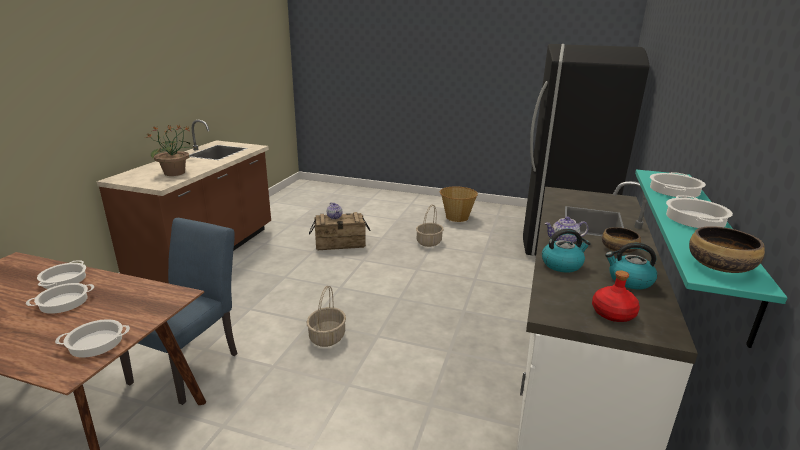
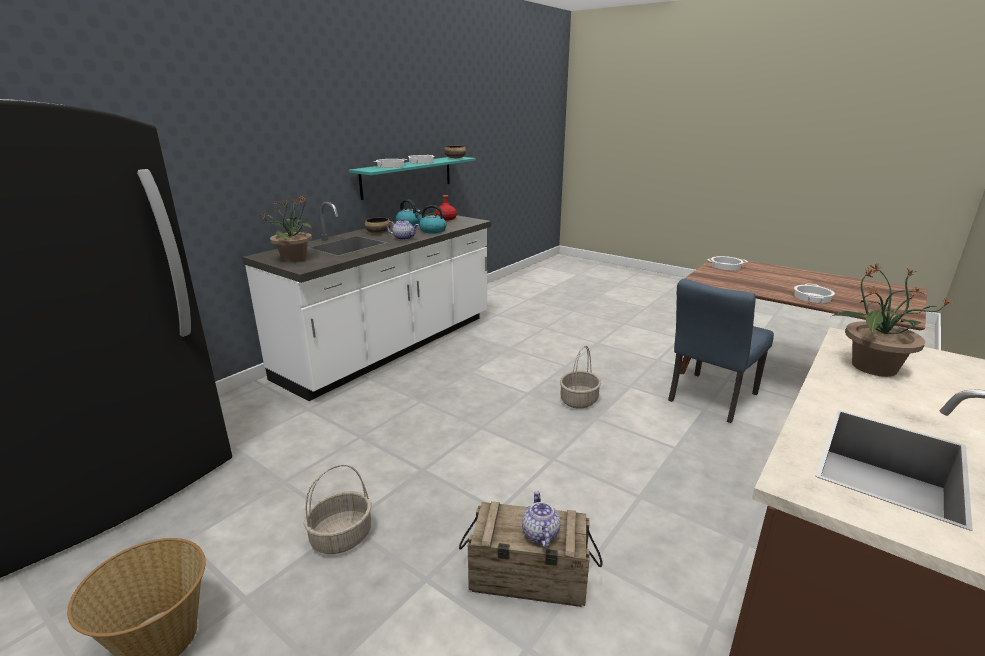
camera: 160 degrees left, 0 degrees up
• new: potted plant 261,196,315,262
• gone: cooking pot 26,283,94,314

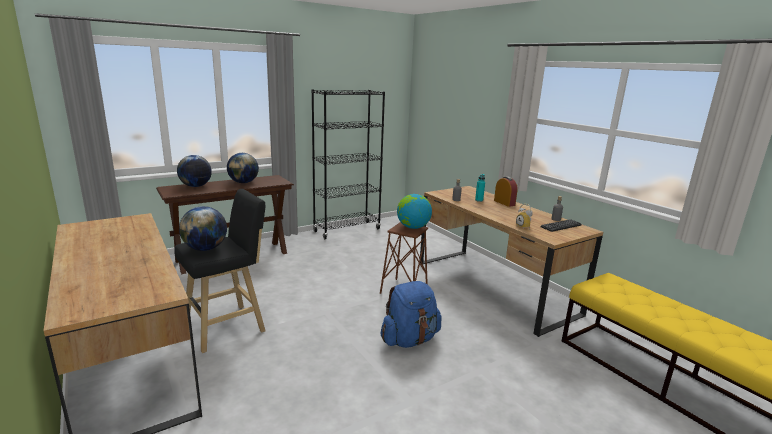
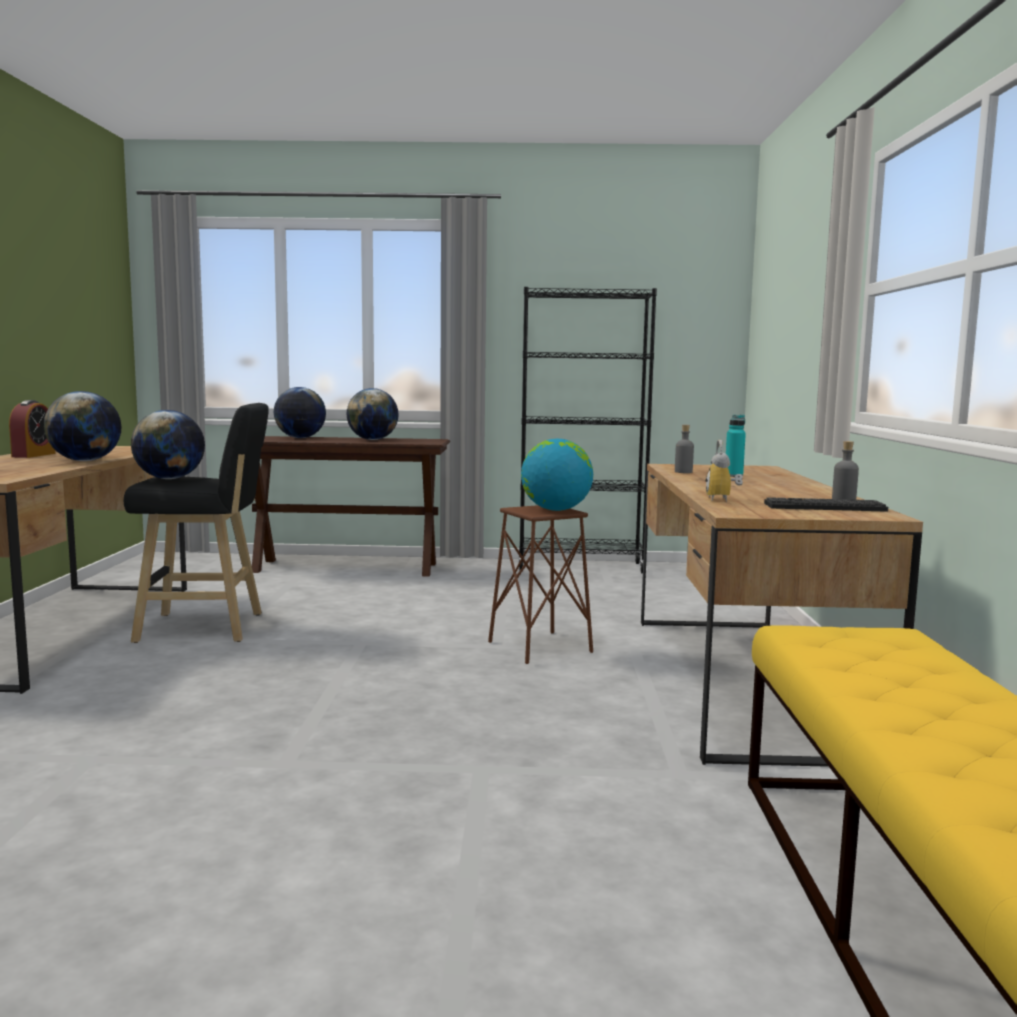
camera: 35 degrees right, 10 degrees down
• shifted: alarm clock 494,177,518,207 to 9,400,55,458
• new: globe 44,391,121,461
• gone: blue backpack 381,281,442,348

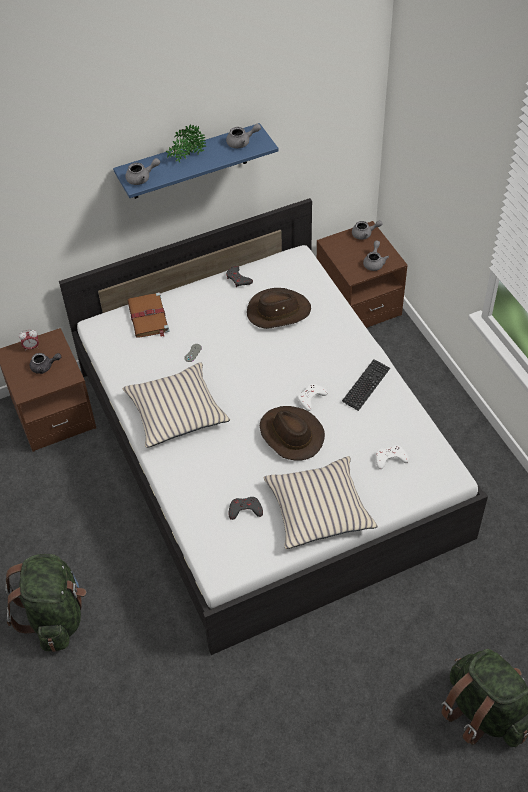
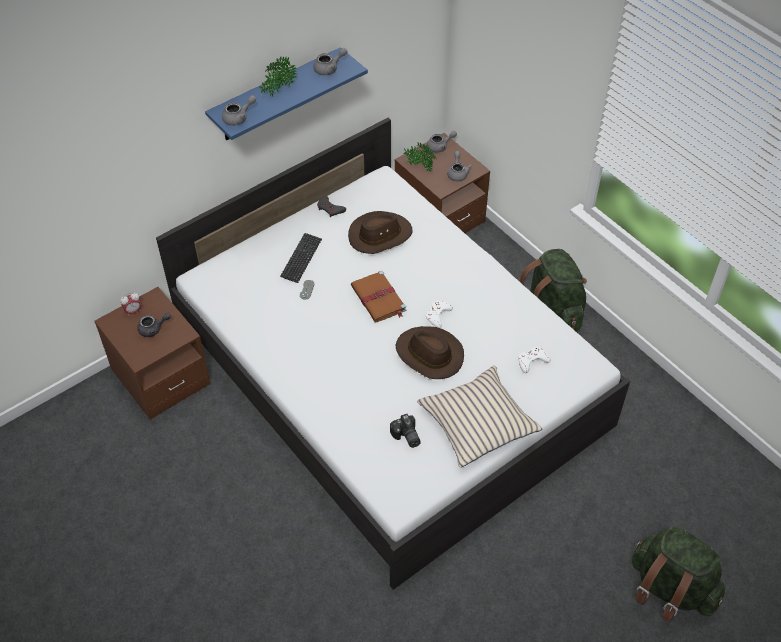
camera: 15 degrees left, 0 degrees up
• shifted: keyboard 342,359,390,411 to 280,233,322,283
• shifted: brown book 127,292,170,338 to 351,271,406,322
• swapped: grey game controller 229,497,263,520 to photo camera 390,414,421,448
• new: potted plant 403,143,436,172
• shifted: green backpack 5,554,86,652 to 519,249,587,331
• gone: beige pillow 123,362,230,448

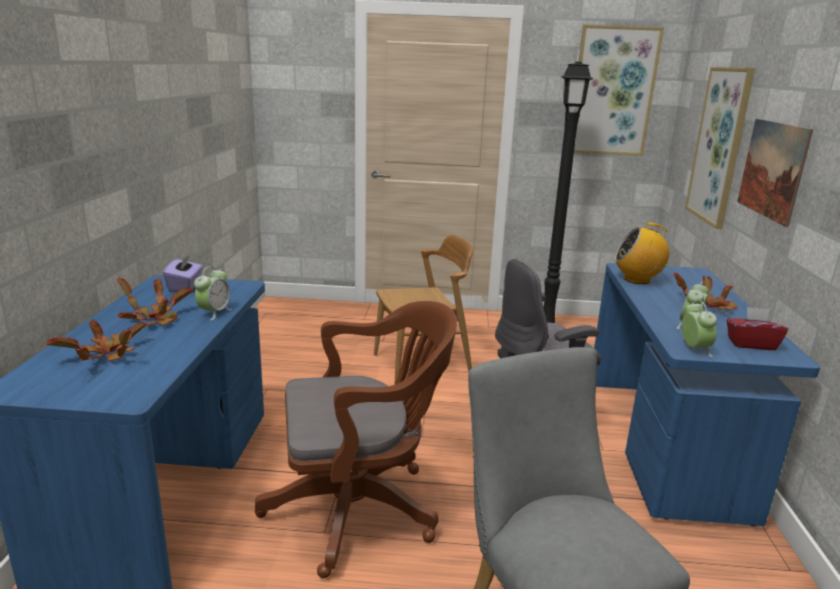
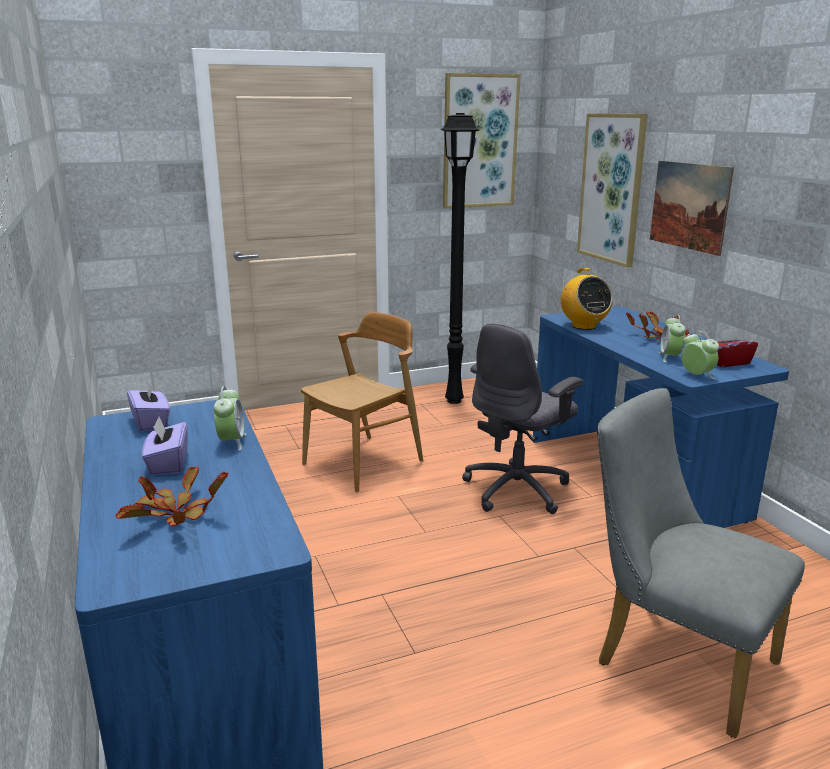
camera: 25 degrees left, 0 degrees up
• swapped: potted plant 117,278,194,326 to purple tissue box 142,417,188,475
• rotated: radio 614,223,669,284 = 561,268,613,330 90 degrees counterclockwise
• gone: brown office chair 255,301,457,578

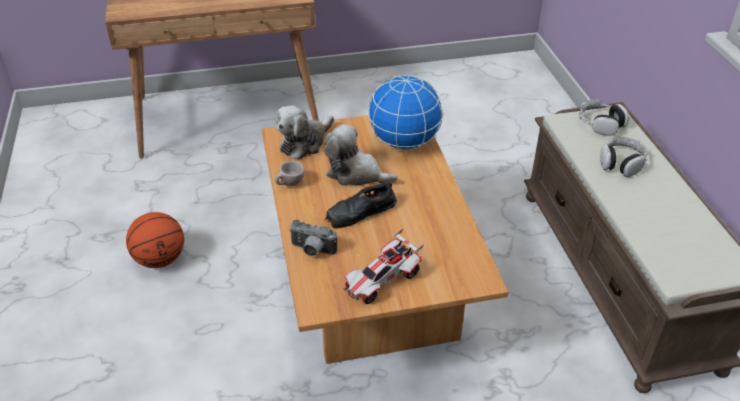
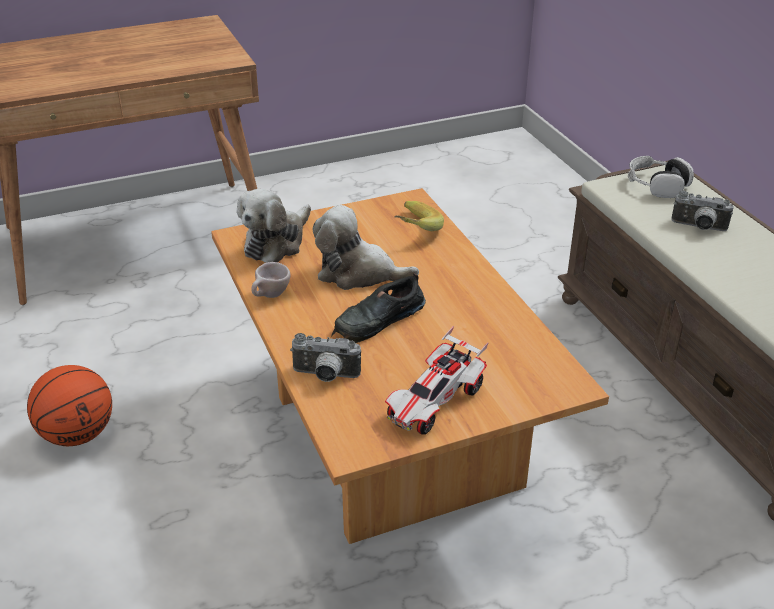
camera: 10 degrees left, 5 degrees down
• swapped: globe 368,75,443,150 to banana 395,201,444,231
• swapped: headphones 600,136,648,177 to photo camera 671,191,734,231

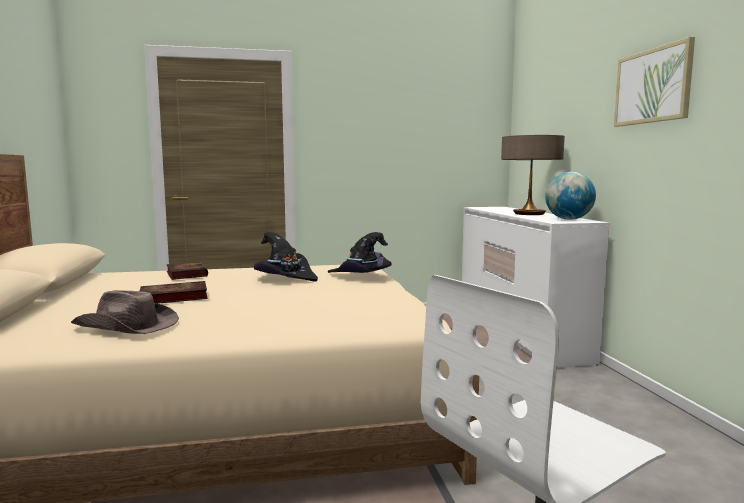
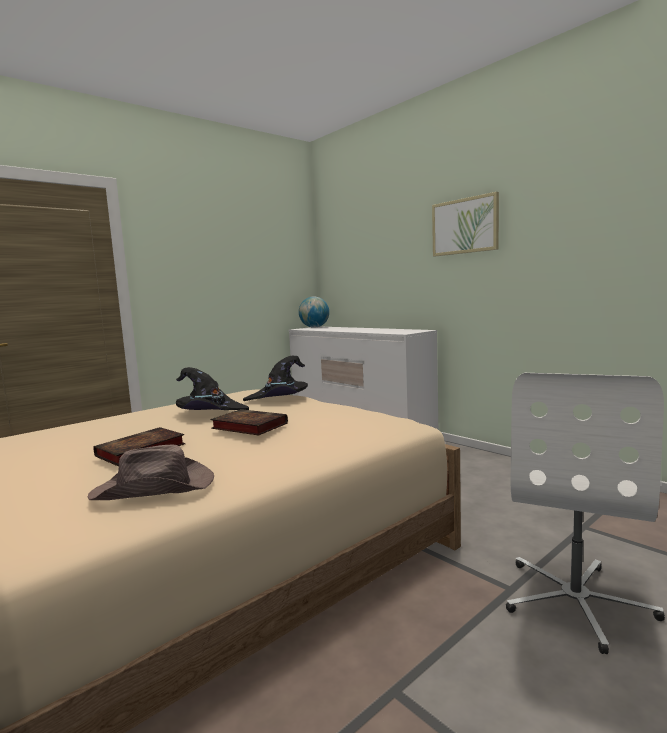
camera: 30 degrees left, 0 degrees up
• shifted: book 166,262,208,280 to 210,409,288,436
• shifted: globe 545,172,596,220 to 299,296,329,328
• gone: table lamp 501,135,565,215

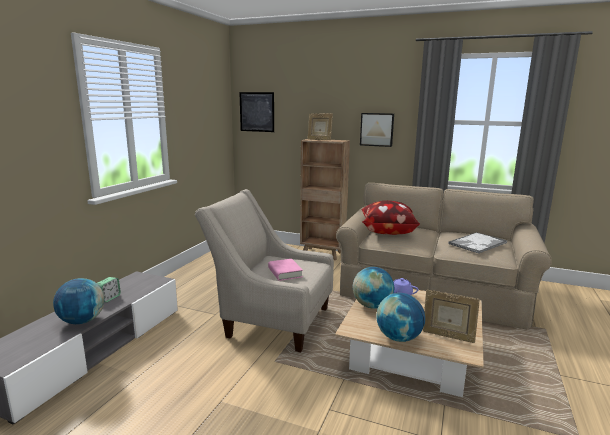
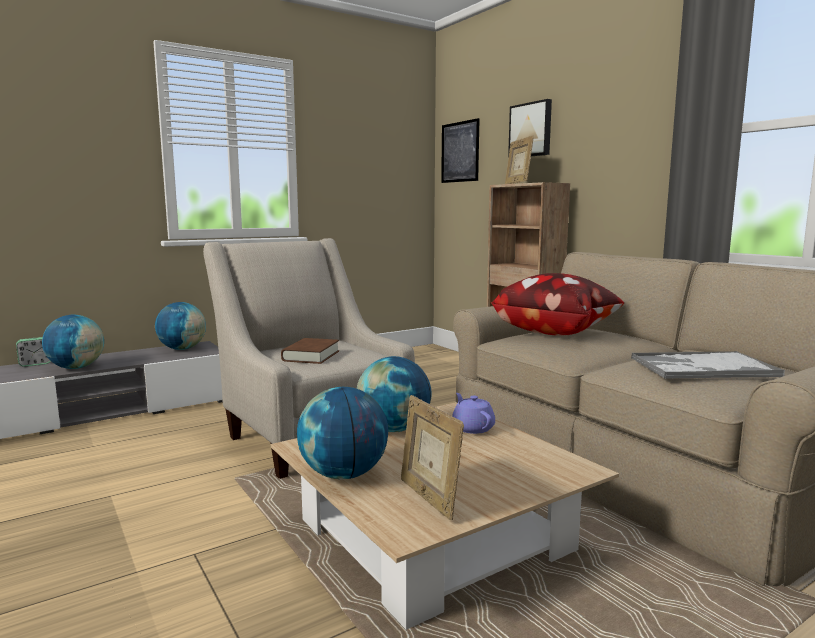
camera: 35 degrees right, 5 degrees down
• shifted: alarm clock 97,277,121,302 to 16,337,51,367
• new: globe 155,302,206,350
• repainted: pink book 268,259,303,281 to brown book 281,338,339,364
• shifted: picture 360,113,394,147 to 508,99,552,158

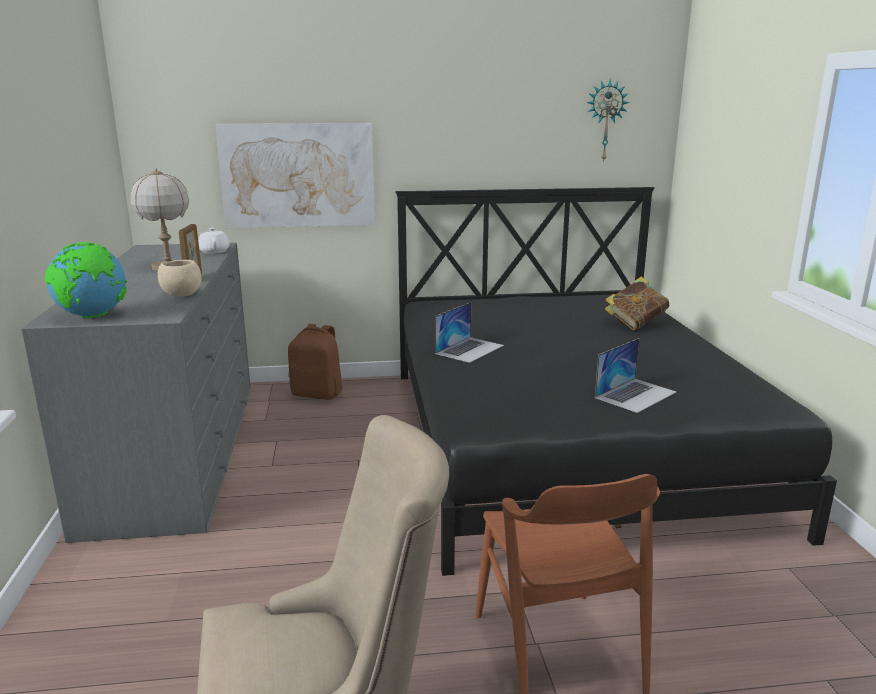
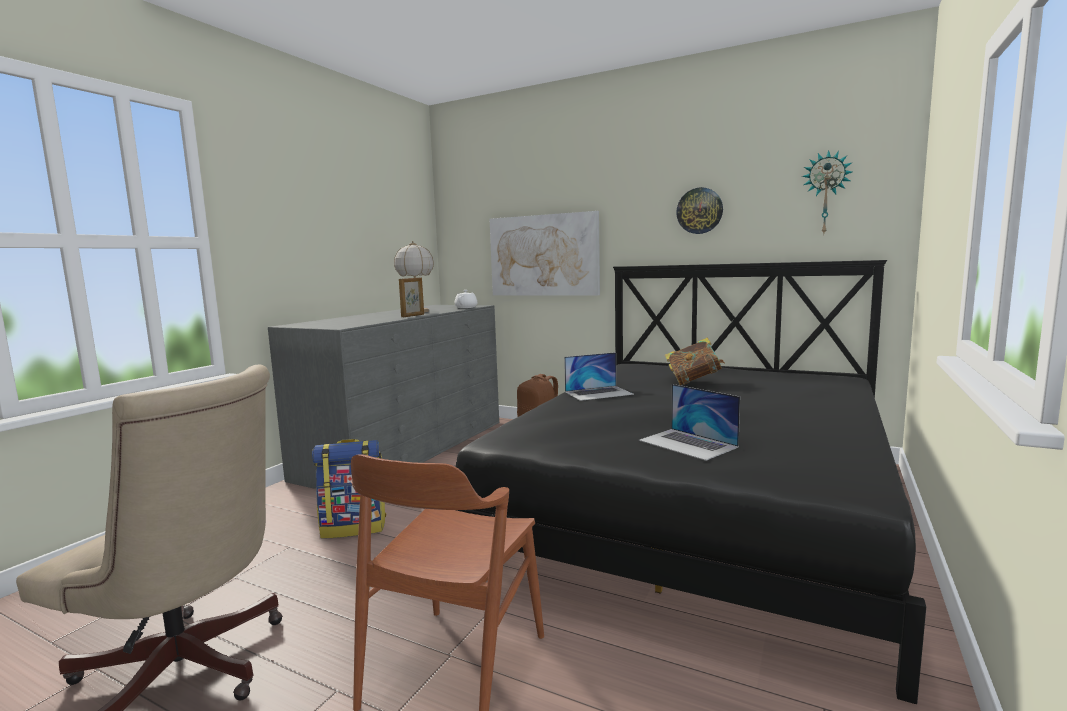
camera: 35 degrees right, 10 degrees down
• new: backpack 312,439,387,538
• rotated: laptop 595,338,677,413 = 639,384,740,461 60 degrees clockwise
• shifted: book 605,277,669,331 to 665,338,725,385
• new: wall clock 676,187,723,234
• gone: globe 45,242,127,318
• gone: beige bowl 158,260,201,297

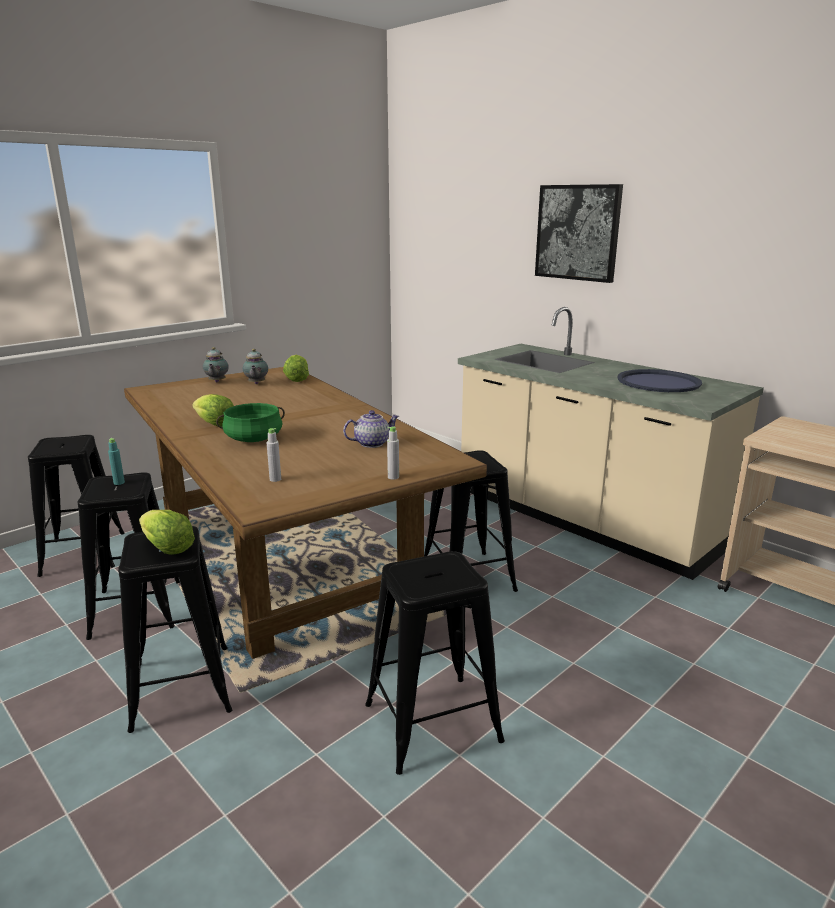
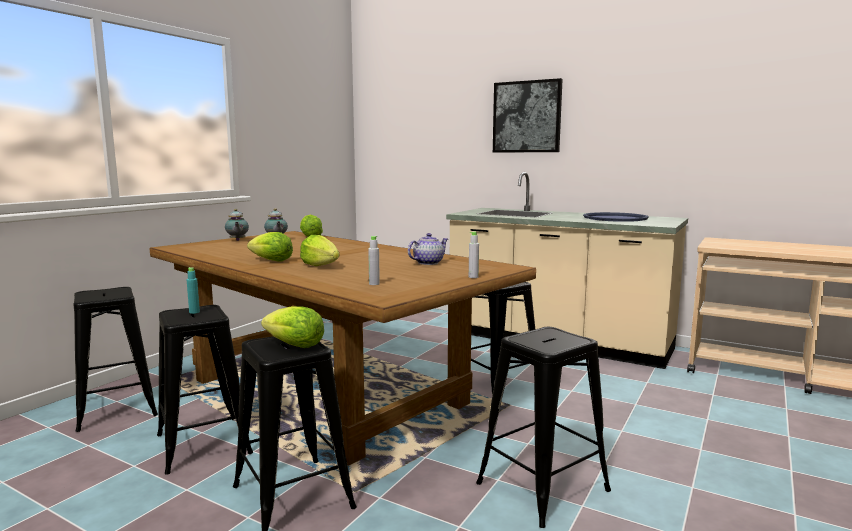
camera: 15 degrees left, 10 degrees down
• swapped: green cooking pot 216,403,285,442 to lettuce 300,235,339,266

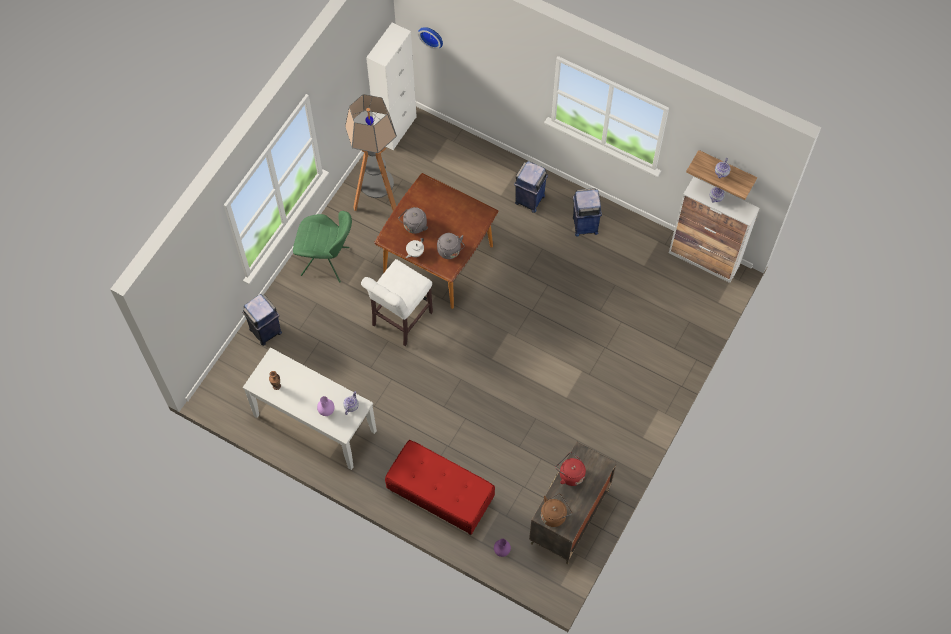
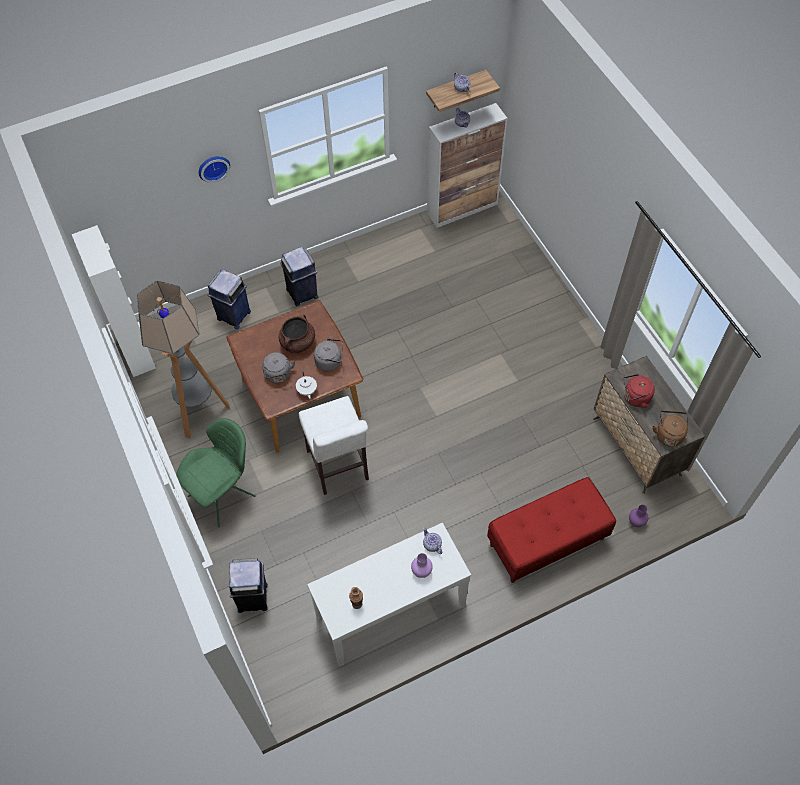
camera: 55 degrees left, 5 degrees down
• shifted: wall clock 418,27,443,49 to 199,156,230,183
• shifted: blue trash can 573,188,602,237 to 208,269,251,329
• new: brown cooking pot 279,314,315,354

